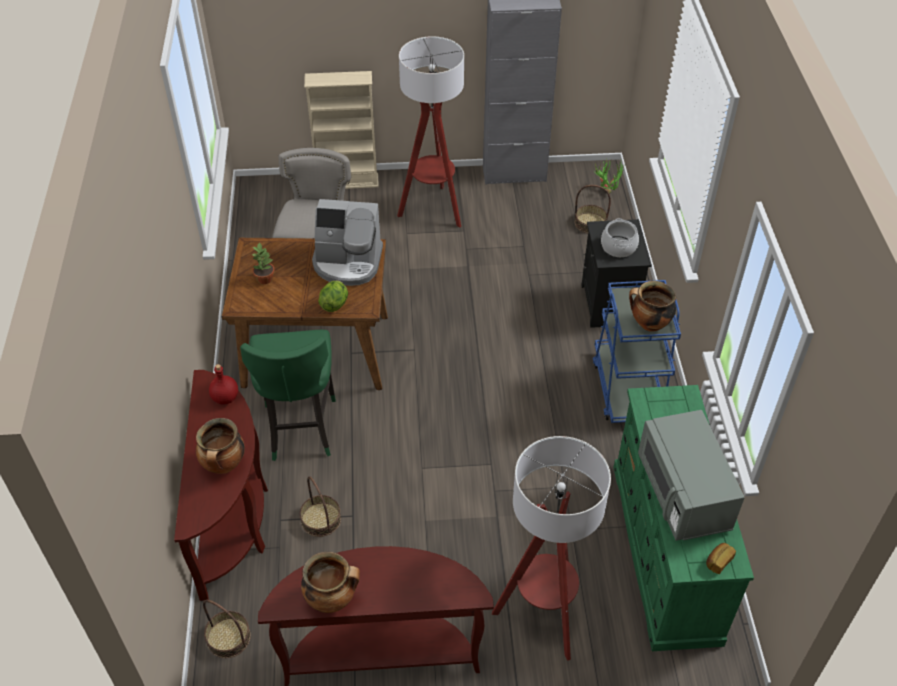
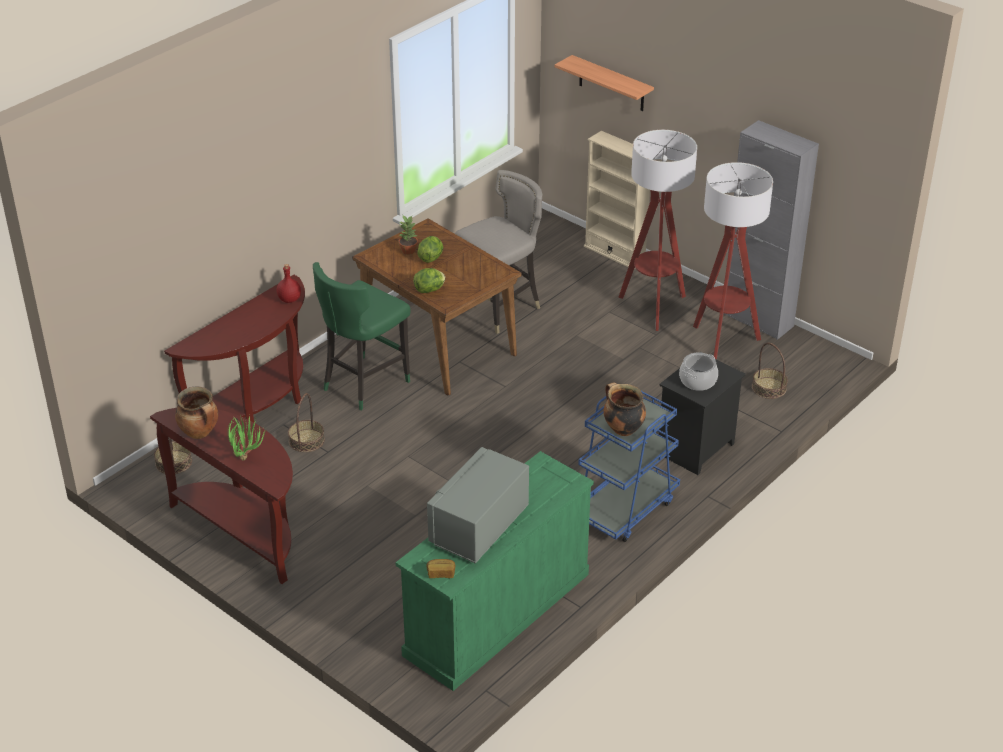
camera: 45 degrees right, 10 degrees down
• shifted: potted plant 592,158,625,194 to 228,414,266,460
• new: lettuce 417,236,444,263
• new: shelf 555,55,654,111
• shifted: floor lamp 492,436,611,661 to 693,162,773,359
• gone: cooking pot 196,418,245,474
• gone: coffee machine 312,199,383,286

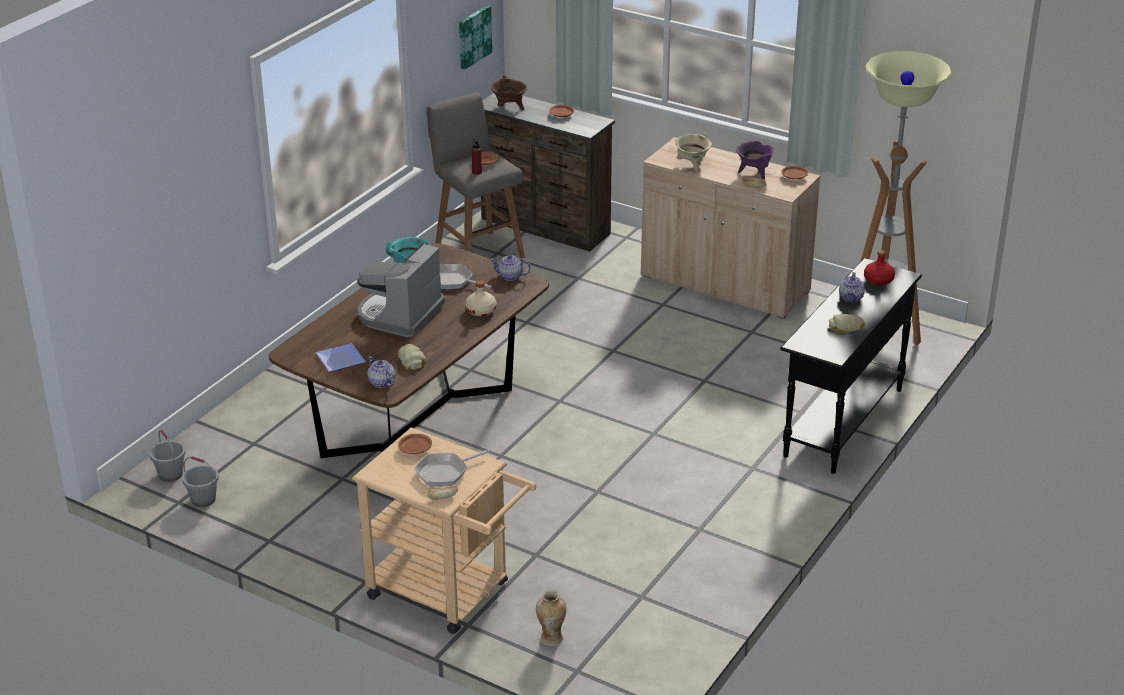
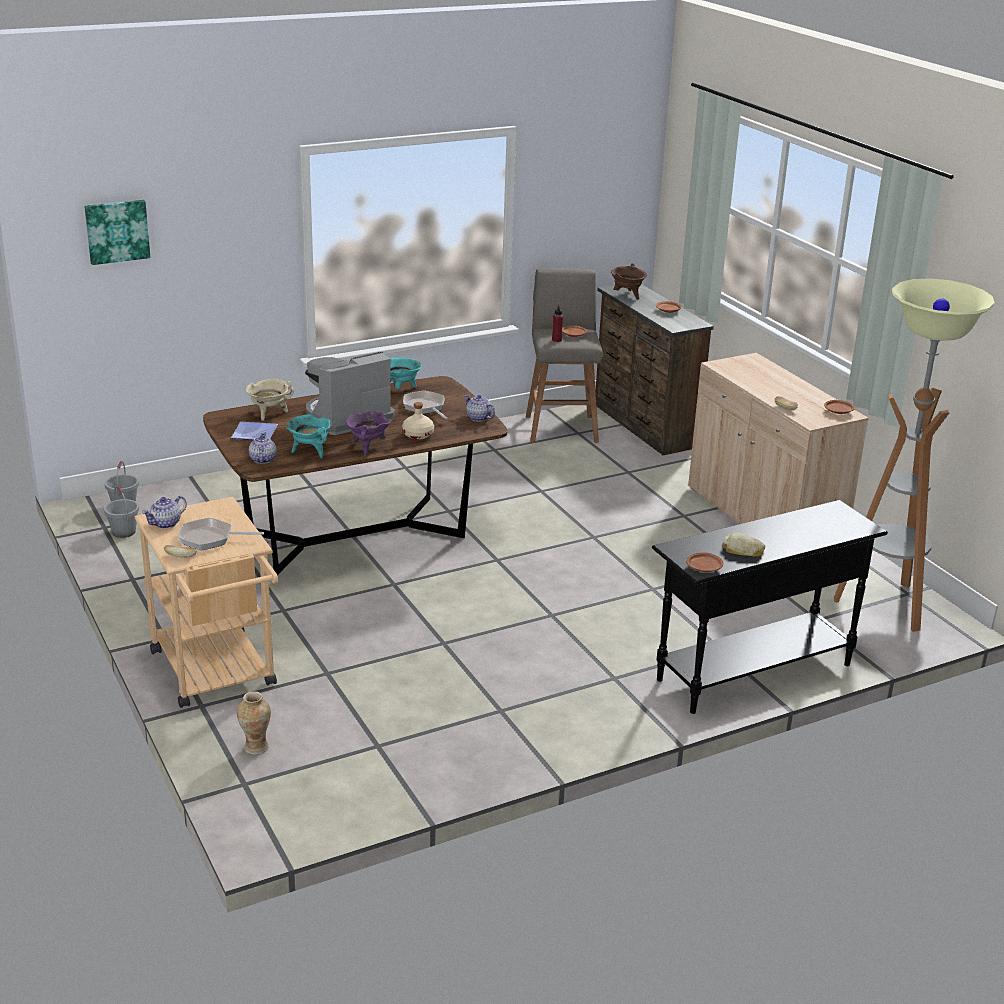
camera: 30 degrees right, 5 degrees down
• shifted: picture 459,5,492,69 to 84,200,150,265
• shifted: teapot 839,272,865,302 to 142,496,187,529
• shifted: beige cooking pot 675,133,712,173 to 246,379,294,421
• swapped: bread 398,344,426,370 to turquoise cooking pot 286,414,331,459
• shifted: purple cooking pot 736,141,774,179 to 345,411,391,456
• shifted: brown plate 398,434,432,454 to 686,553,724,572
• gone: red bottle 864,250,895,286

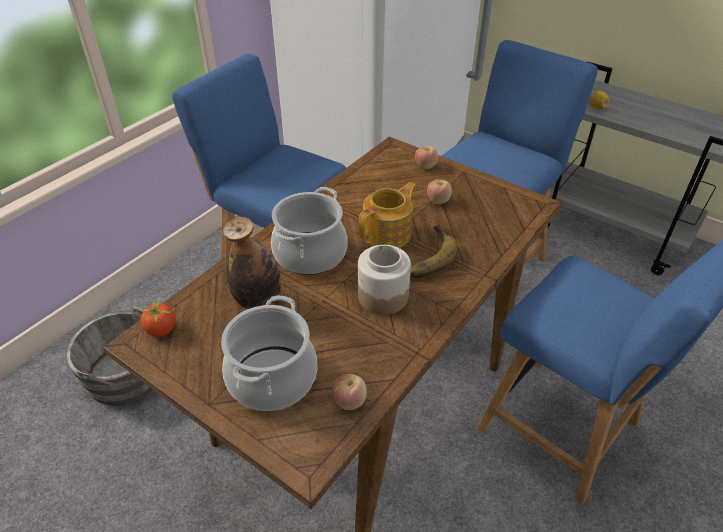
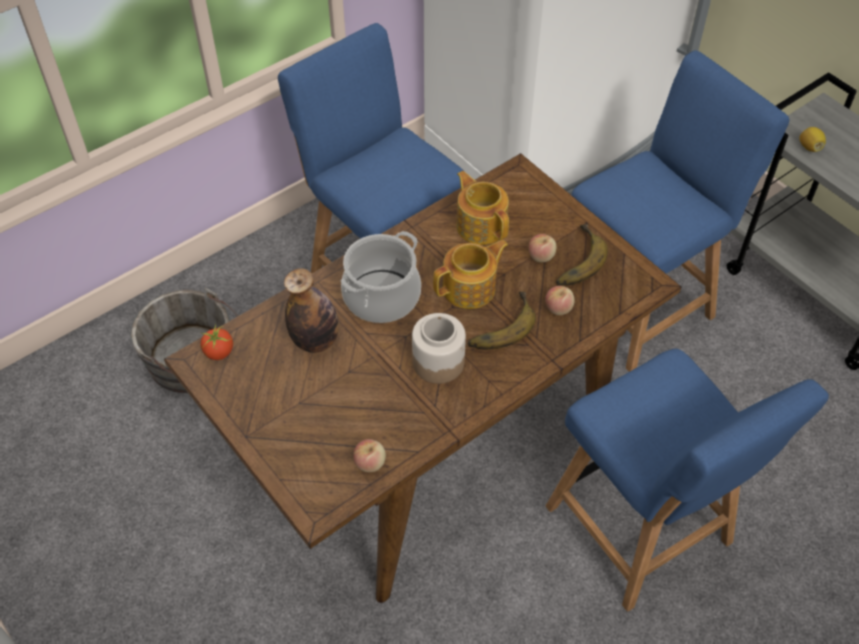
camera: 15 degrees right, 10 degrees up
• new: teapot 456,171,509,245
• shifted: apple 415,146,438,169 to 545,286,575,315
• new: banana 556,224,608,285
• gone: cooking pot 221,296,317,411

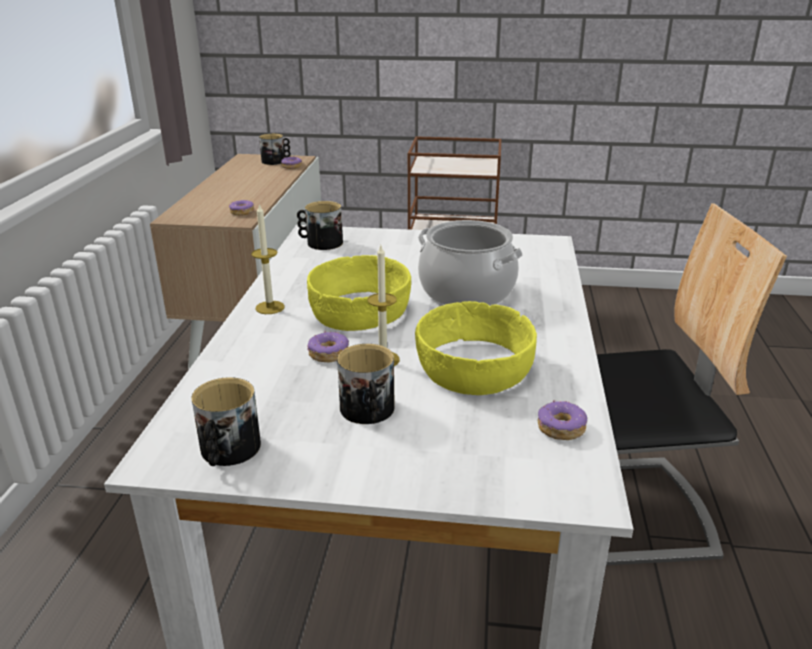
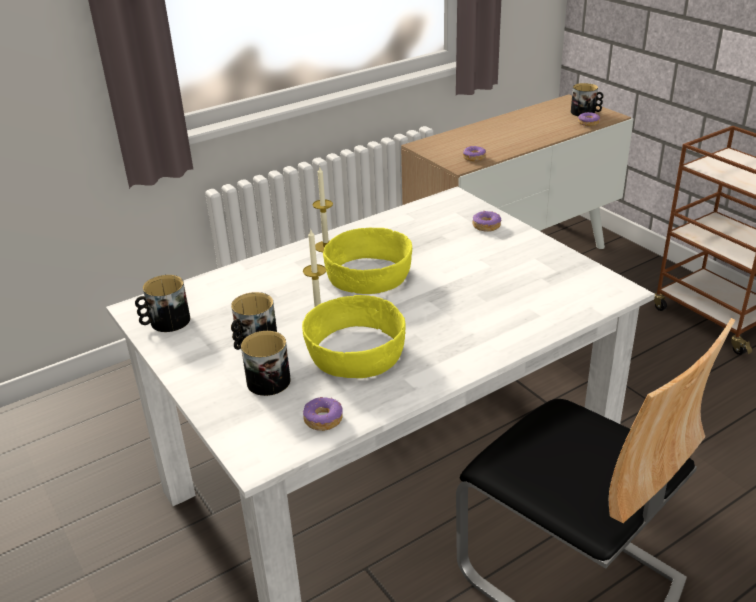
camera: 50 degrees right, 5 degrees up
• shifted: mug 297,201,343,250 to 241,331,291,396
• shifted: donut 307,331,349,362 to 472,211,501,232
• gone: cooking pot 418,220,523,306

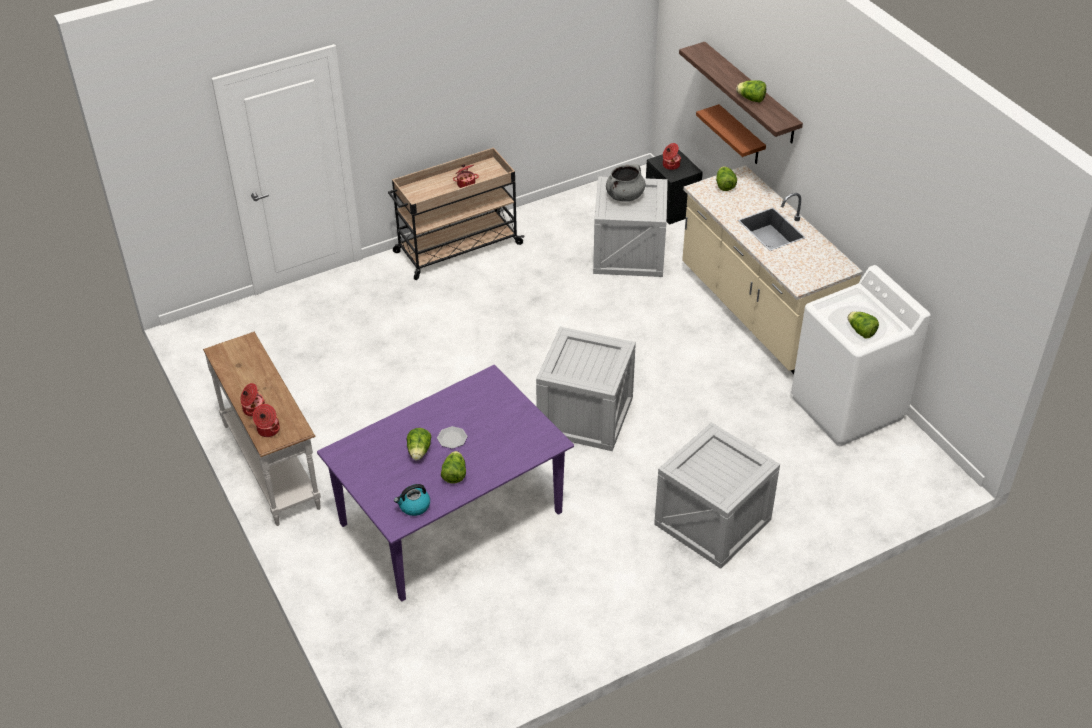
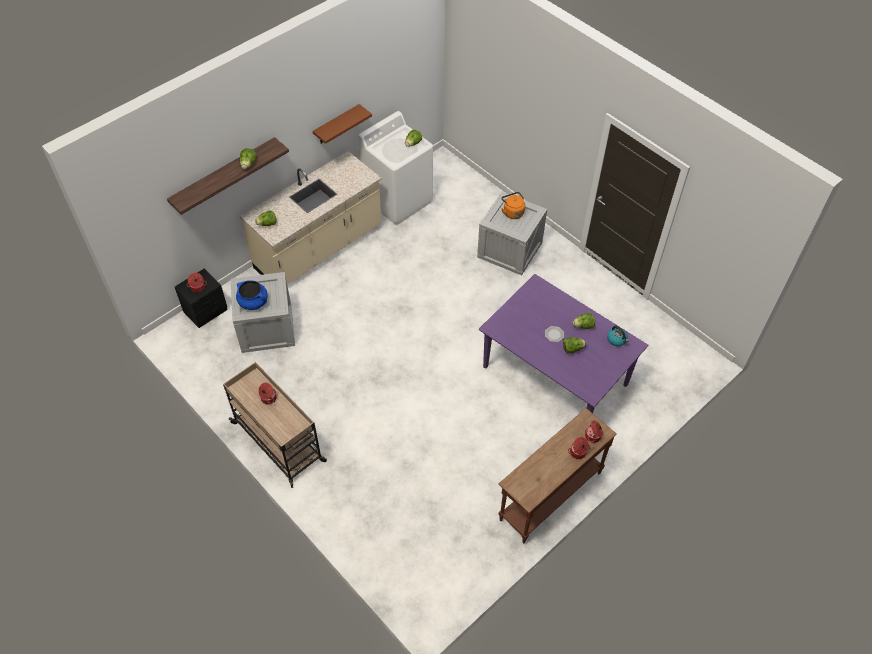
camera: 105 degrees left, 10 degrees up
• repainted: grey cooking pot 606,164,646,202 to blue cooking pot 236,280,268,310
• shifted: brown shelf 696,104,766,164 to 313,104,372,144
• repainted: white console table 203,332,321,526 to brown console table 498,408,617,543
• new: orange kettle 501,192,525,219
• gone: crate 536,327,636,451

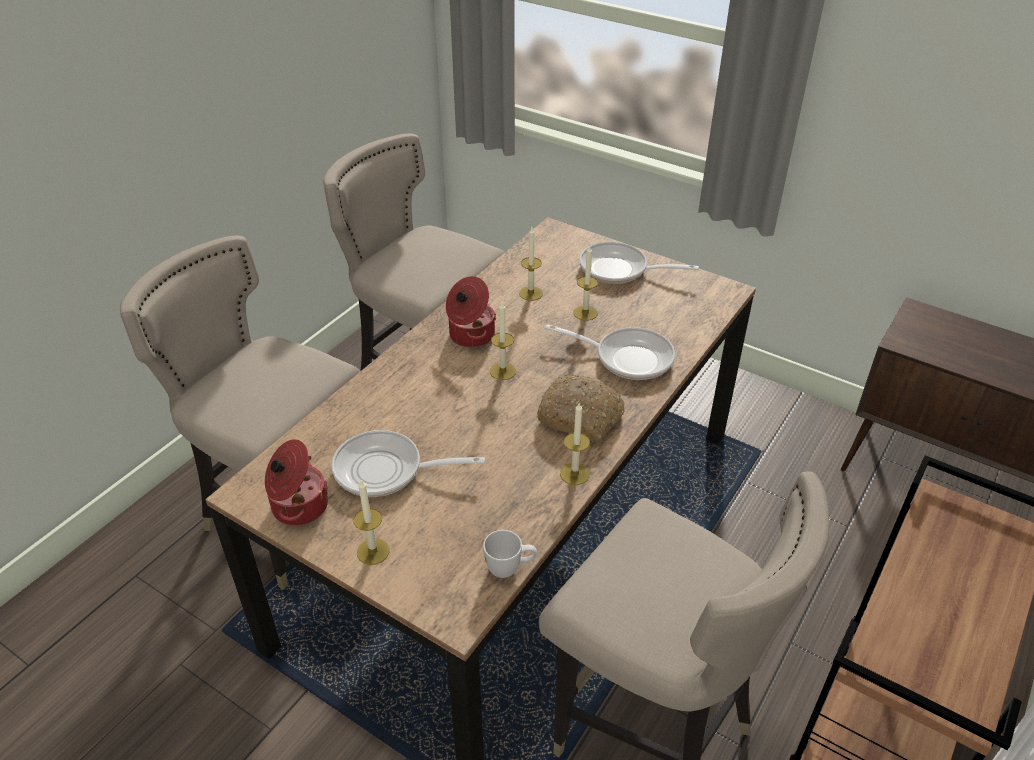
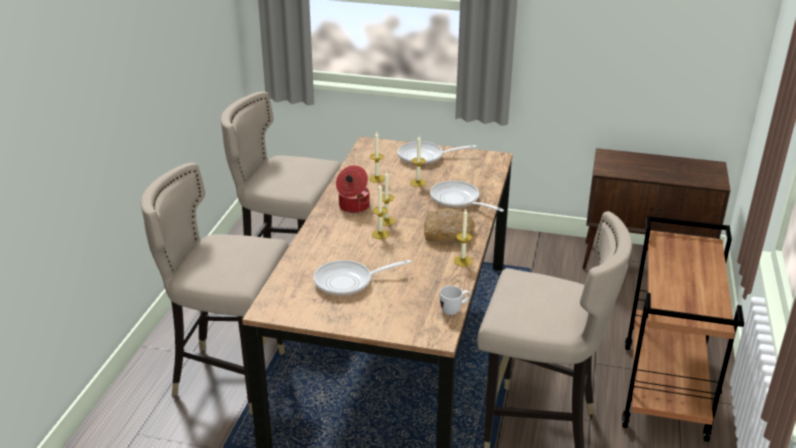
camera: 20 degrees left, 10 degrees down
• shifted: candle 353,479,389,565 to 372,184,389,239
• rotated: frying pan 545,324,675,380 = 430,181,504,212 135 degrees counterclockwise
• gone: cooking pot 265,439,328,526

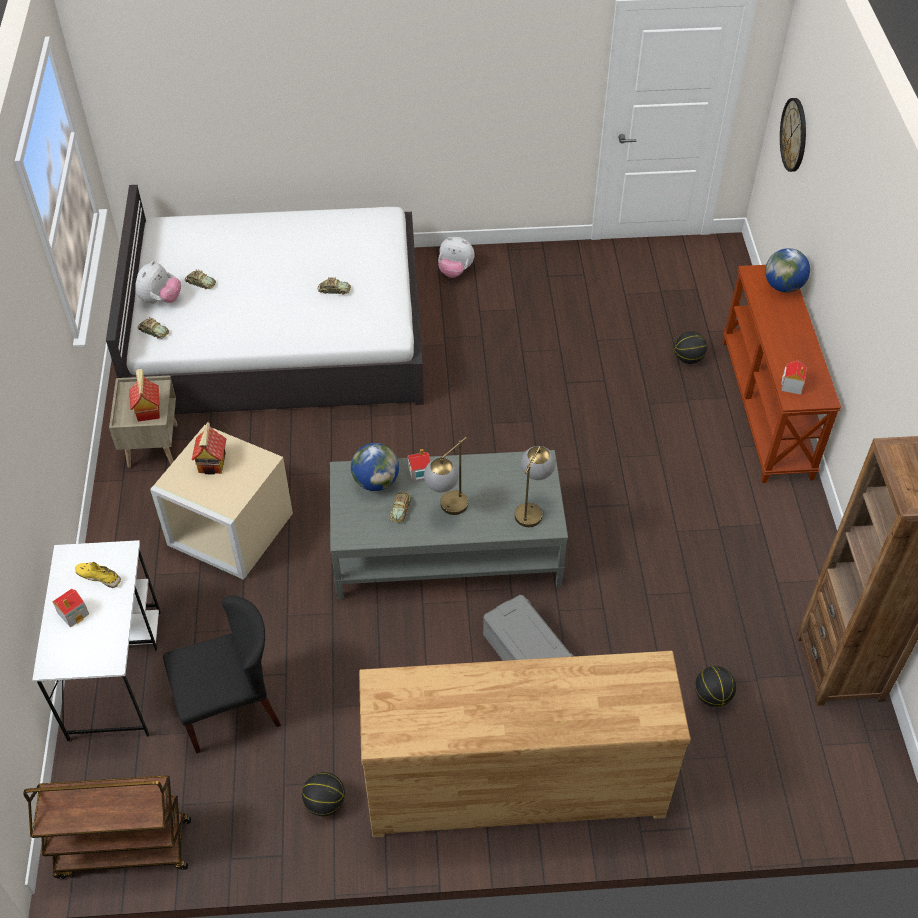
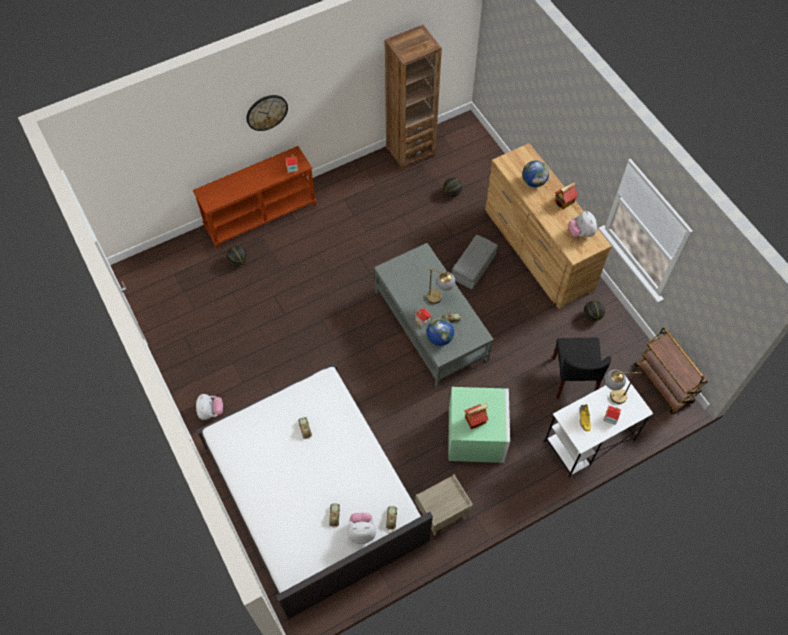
camera: 115 degrees left, 10 degrees up
• shifted: wall clock 780,98,806,172 to 246,95,288,131
• repainted: beige storage box 150,425,293,580 to green storage box 448,387,510,463
• shifted: globe 765,248,810,292 to 522,161,549,187
• rotated: black chair 163,595,281,753 = 552,338,611,399 135 degrees counterclockwise
• shifted: toy house 130,369,160,422 to 555,182,578,209
• new: plush toy 568,211,597,237
• shifted: table lamp 515,446,556,527 to 605,370,641,404

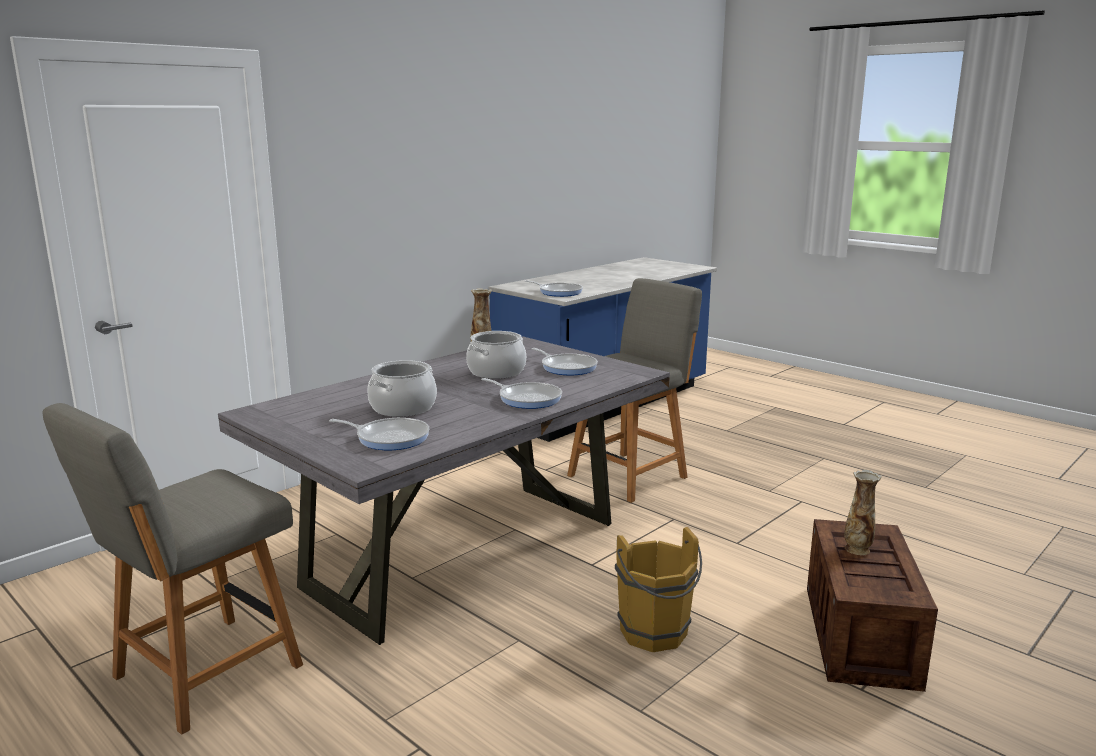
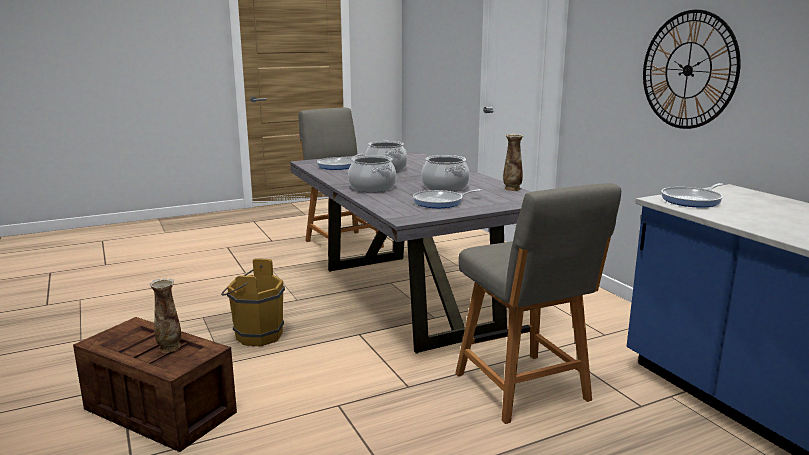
camera: 110 degrees right, 0 degrees up
• swapped: frying pan 481,378,562,409 to cooking pot 348,155,396,192
• new: wall clock 643,10,741,129

